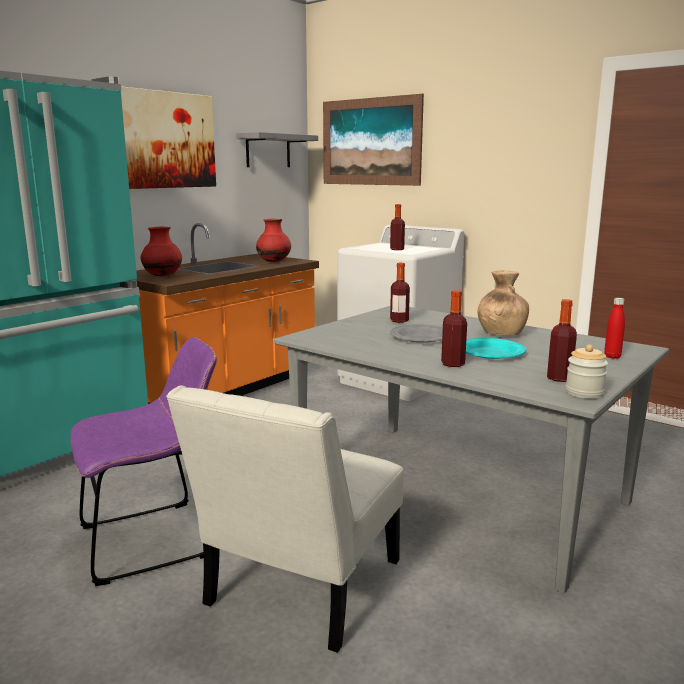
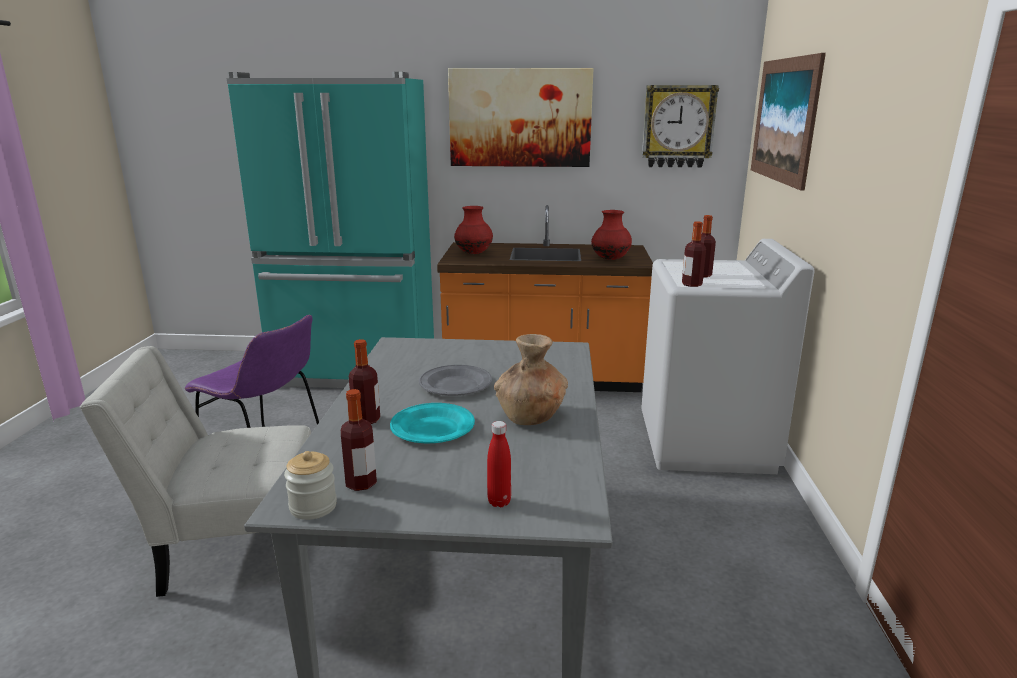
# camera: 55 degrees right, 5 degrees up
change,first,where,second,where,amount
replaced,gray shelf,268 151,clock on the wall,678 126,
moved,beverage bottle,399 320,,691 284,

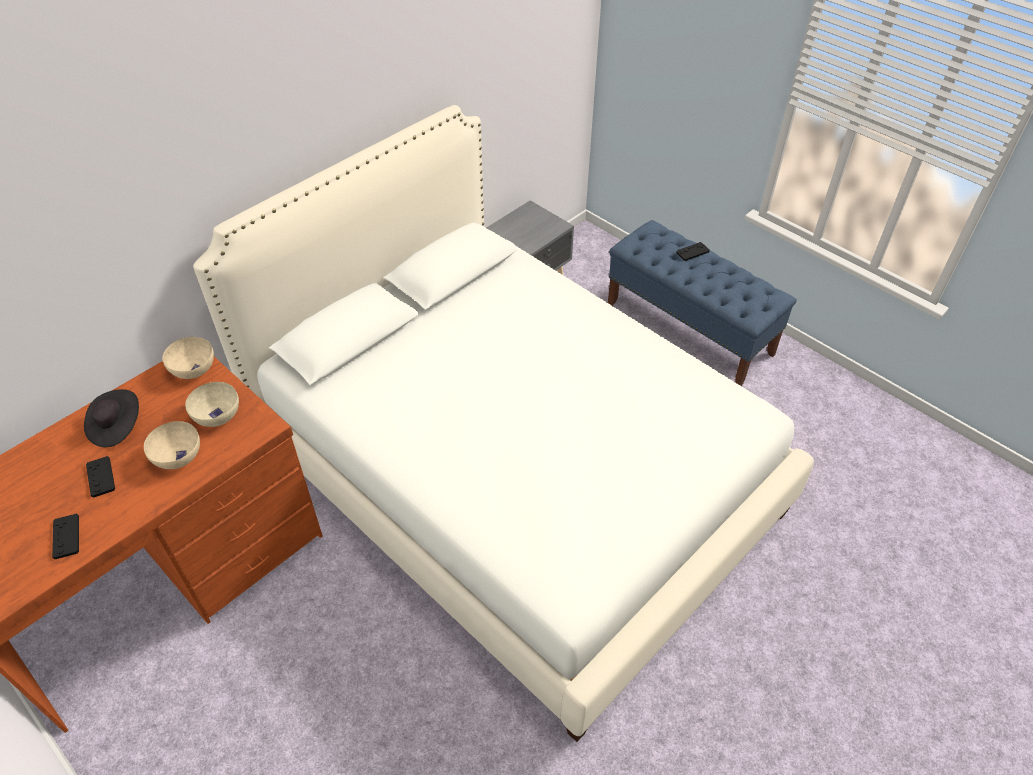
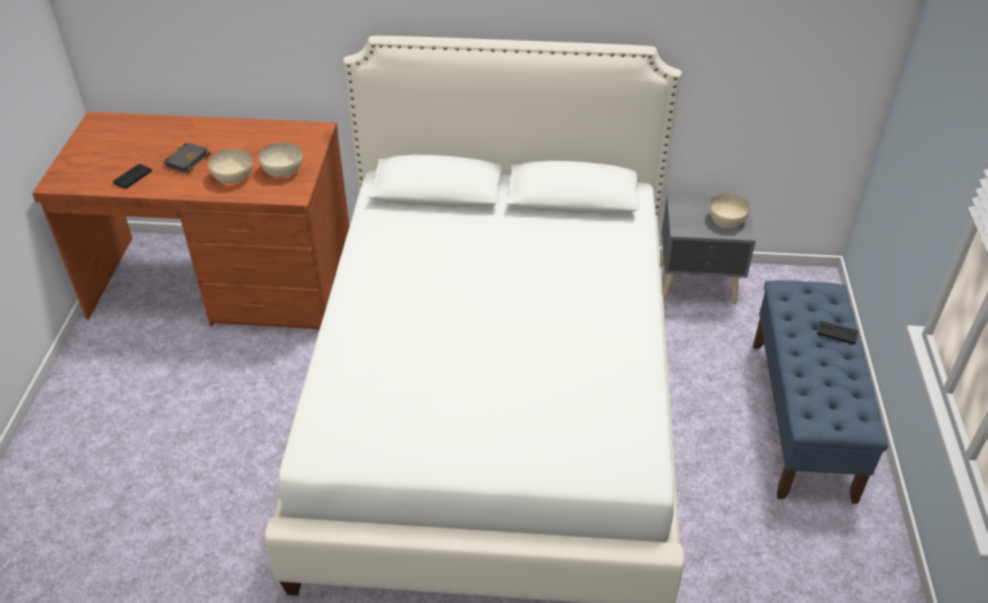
# camera: 50 degrees right, 5 degrees down
change,first,where,second,where,amount
moved,beige-coloured serving bowl,193 368,,727 220,
removed,black hat,116 427,,,
replaced,black joypad,101 477,black bound book,187 160,

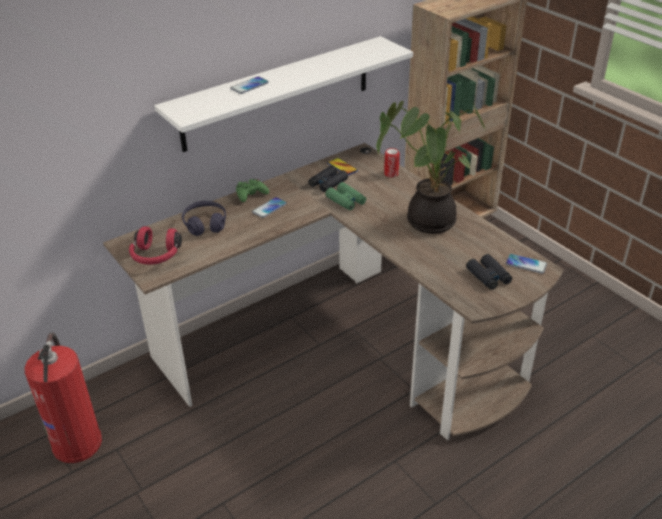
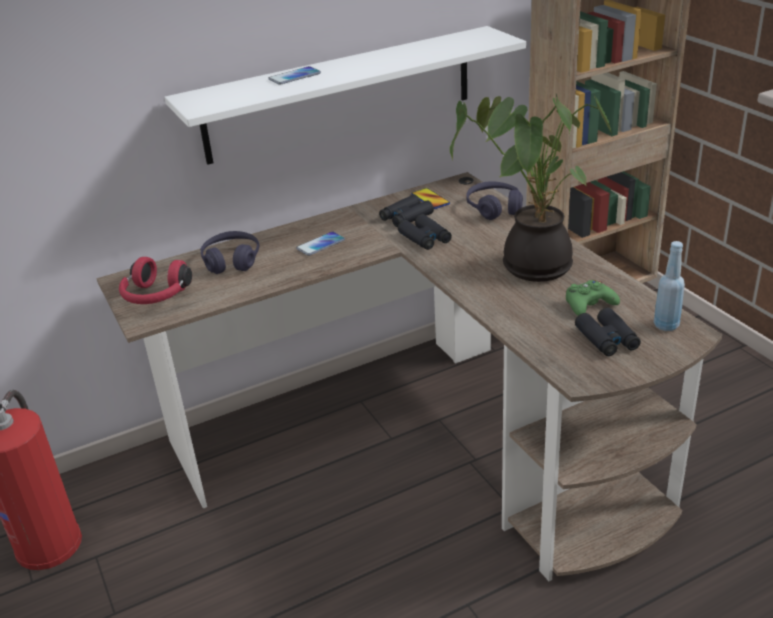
# camera: 10 degrees right, 5 degrees down
change,first,where,second,where,amount
replaced,sealed can,391 174,purplish headset,494 208,
moved,green-coloured joypad,251 194,,589 304,
recoloured,green-coloured binoculars,346 201,black binoculars,425 238,
replaced,phone,526 264,blue beverage bottle,666 325,

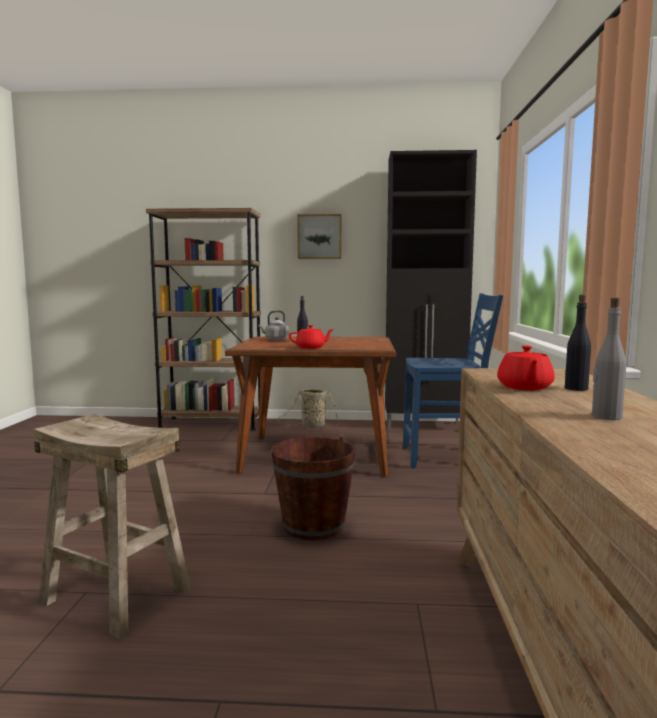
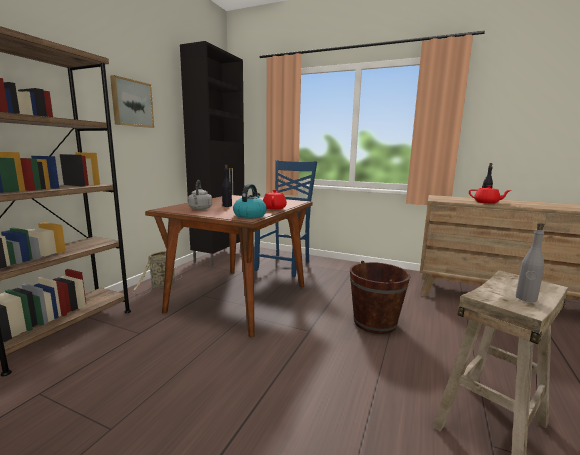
# camera: 70 degrees left, 5 degrees up
change,first,where,second,where,amount
moved,gray beverage bottle,606 417,,526 298,
added,,,tea kettle,250 215,

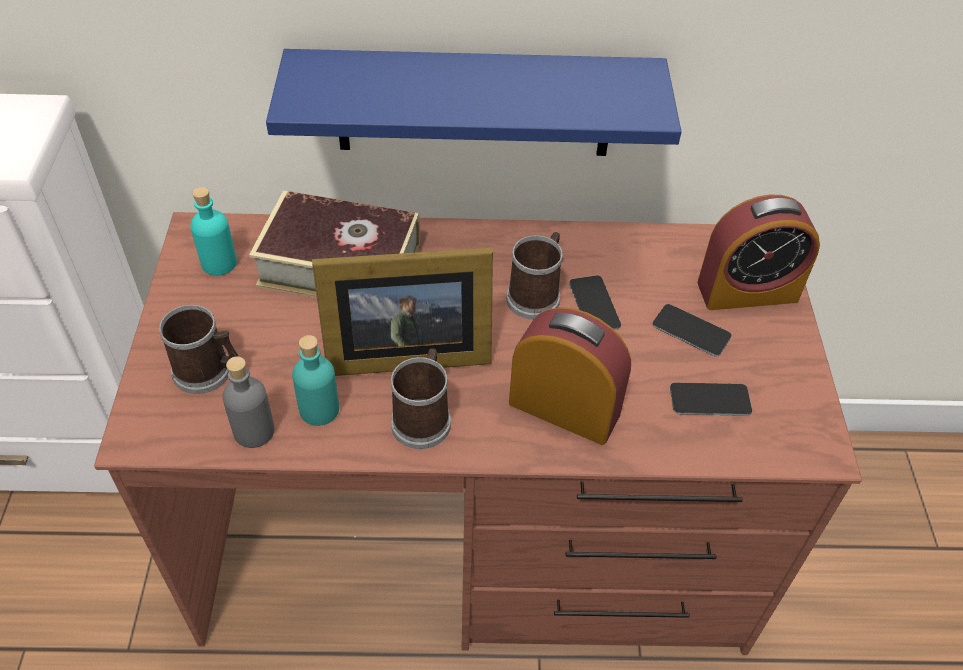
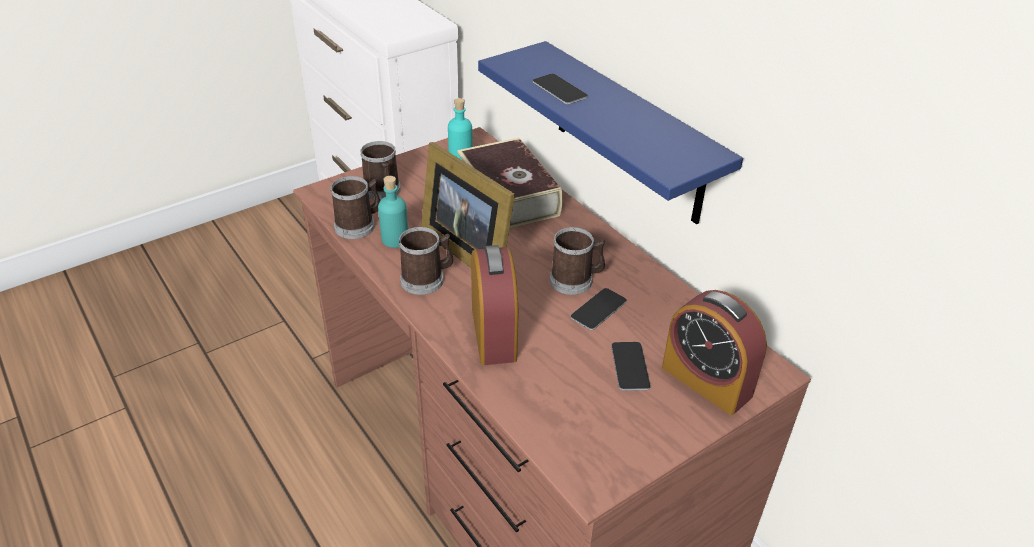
# camera: 55 degrees right, 10 degrees down
change,first,where,second,where,amount
replaced,gray beverage bottle,254 431,coffee mug,359 225,
moved,phone,710 400,,559 89,

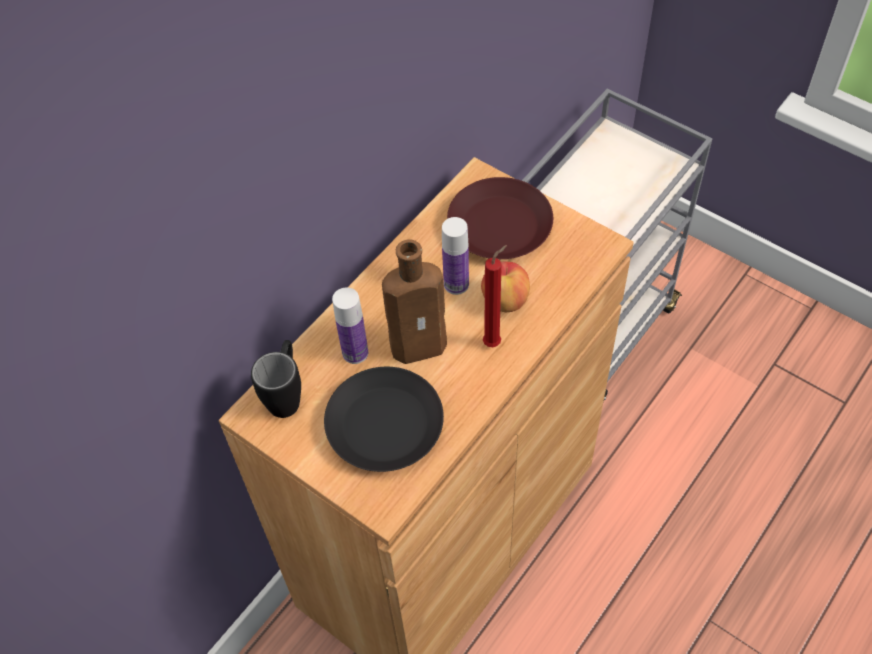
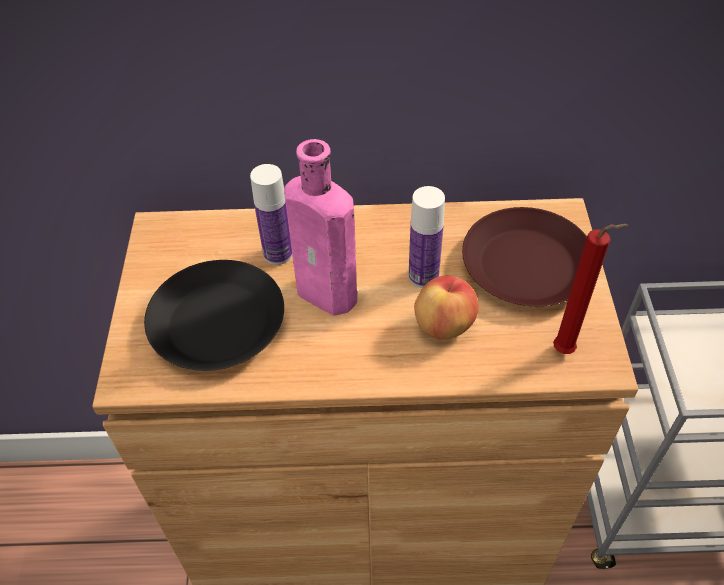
# camera: 50 degrees right, 5 degrees down
change,first,where,second,where,amount
recoloured,brown-coloured beverage bottle,422 345,pink-coloured beverage bottle,330 295,
moved,reddish candle,494 342,,567 351,
removed,black coffee mug,287 394,,,

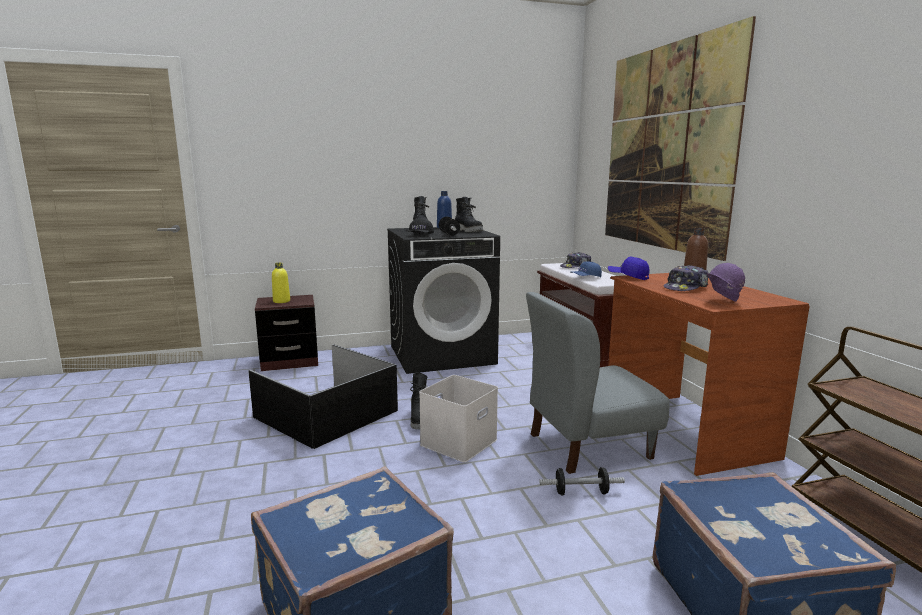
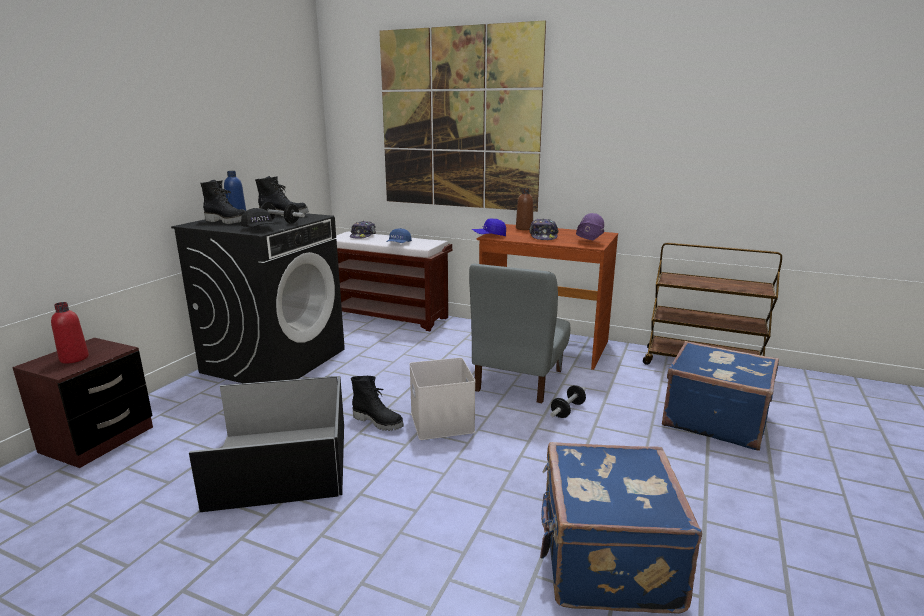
# camera: 50 degrees left, 5 degrees up
change,first,where,second,where,amount
recoloured,yellowish beverage bottle,281 301,reddish beverage bottle,74 358,

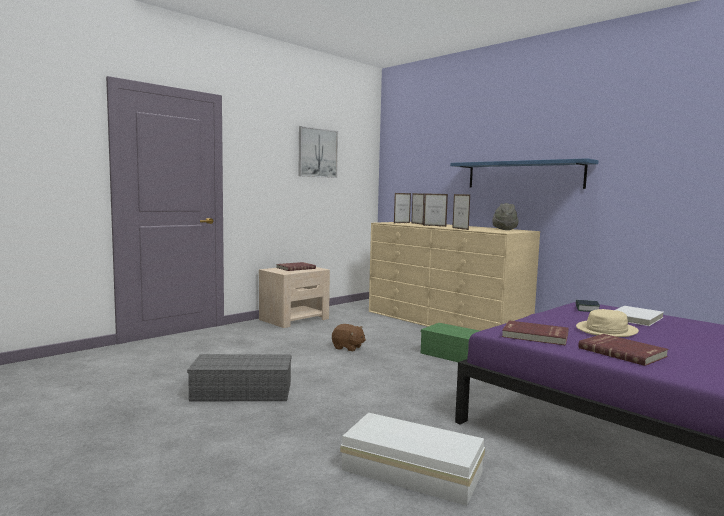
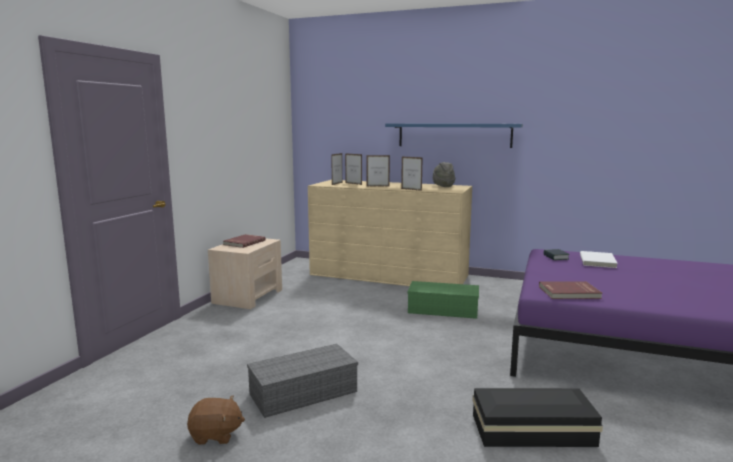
# camera: 25 degrees left, 5 degrees up
change,first,where,second,where,amount
removed,picture,317 153,,,
removed,beige-coloured hat,606 330,,,
moved,brown-coloured soft toy,348 348,,216 435,
removed,reddish bound book,622 352,,,
recoloured,white-coloured storage box,413 472,black storage box,535 431,

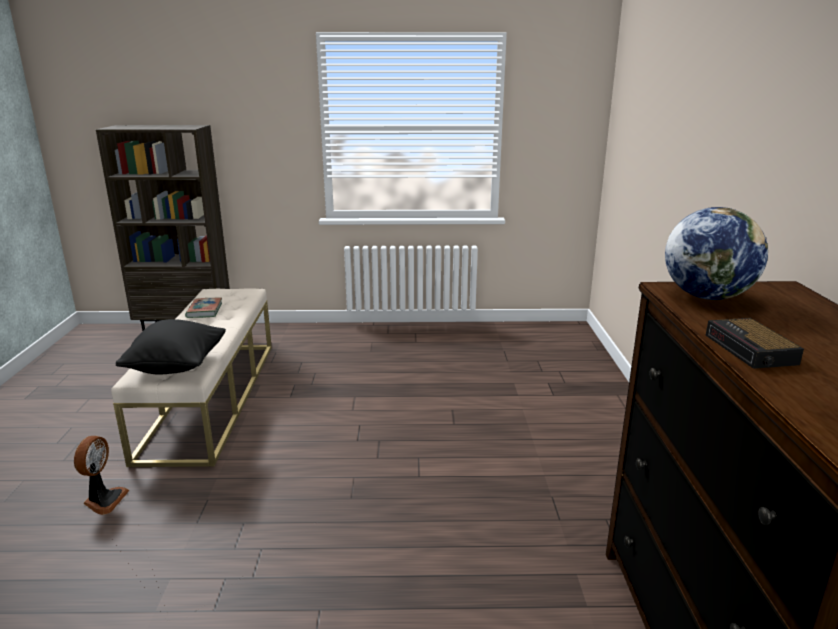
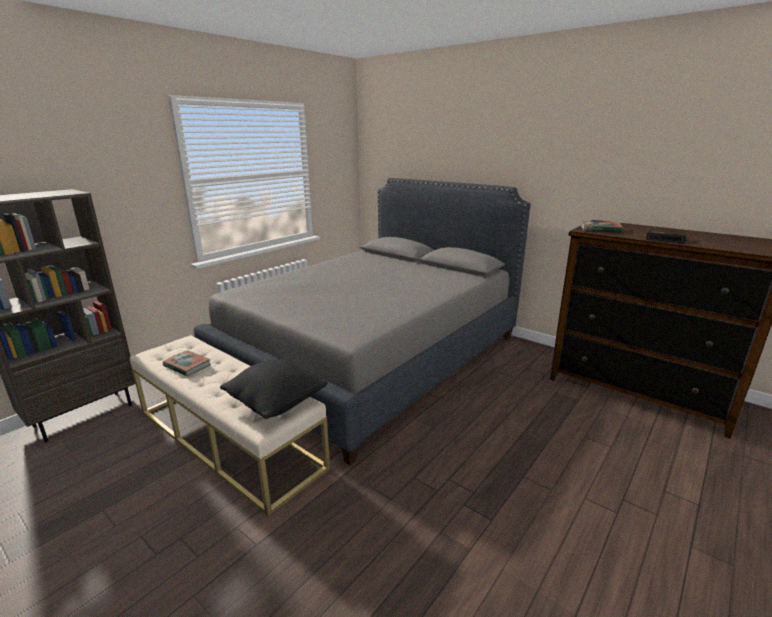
# camera: 50 degrees left, 0 degrees up
change,first,where,second,where,amount
replaced,globe,707 296,bound book,600 229,
removed,cooling fan,104 500,,,
added,,,gray bedroom bed,373 356,

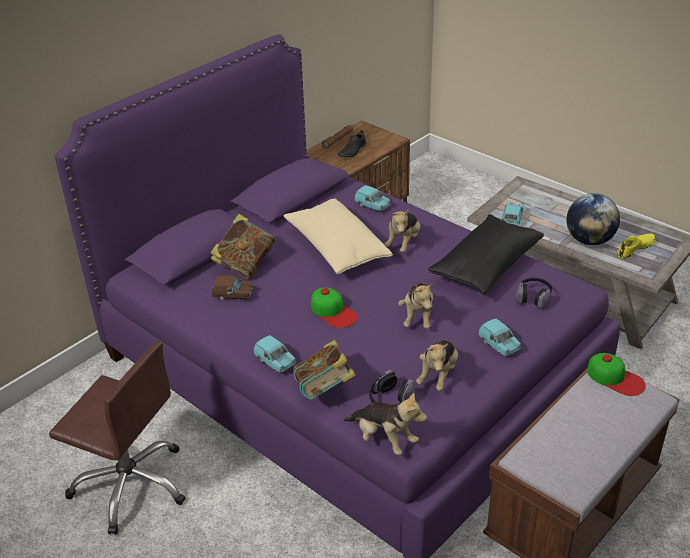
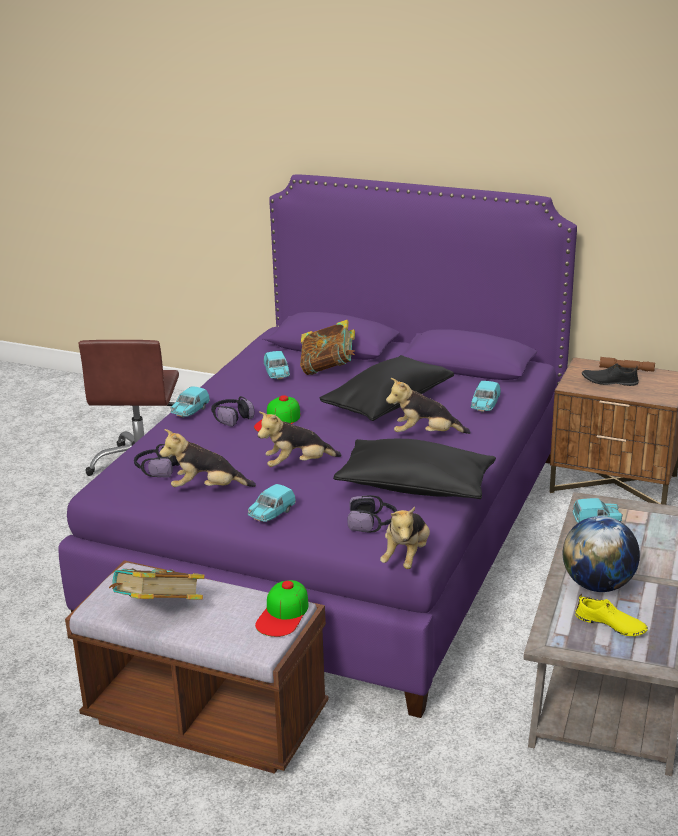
# camera: 70 degrees right, 10 degrees down
change,first,where,second,where,amount
recoloured,beige-coloured pillow,336 248,black pillow,388 404,
recoloured,brown-coloured model car,233 295,blue-green model car,277 374,
moved,bound book,324 390,,159 610,
moved,soft toy,384 439,,406 556,
added,,,headset,231 417,

